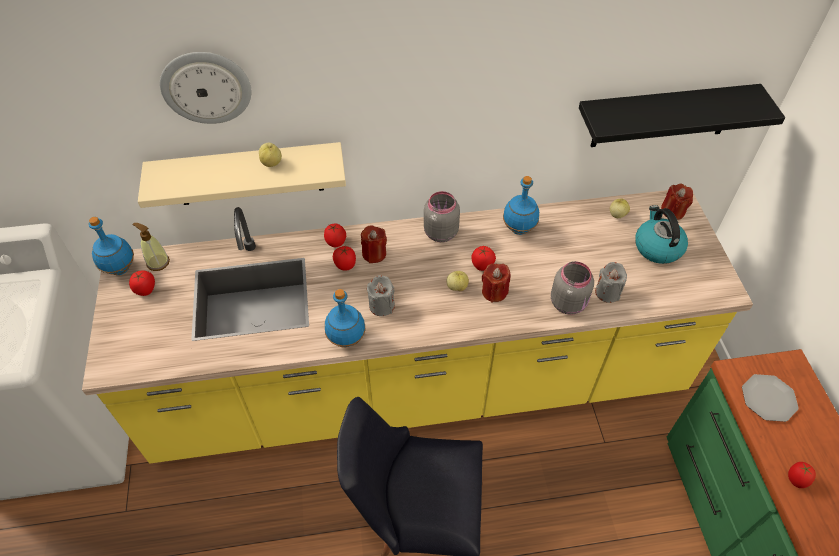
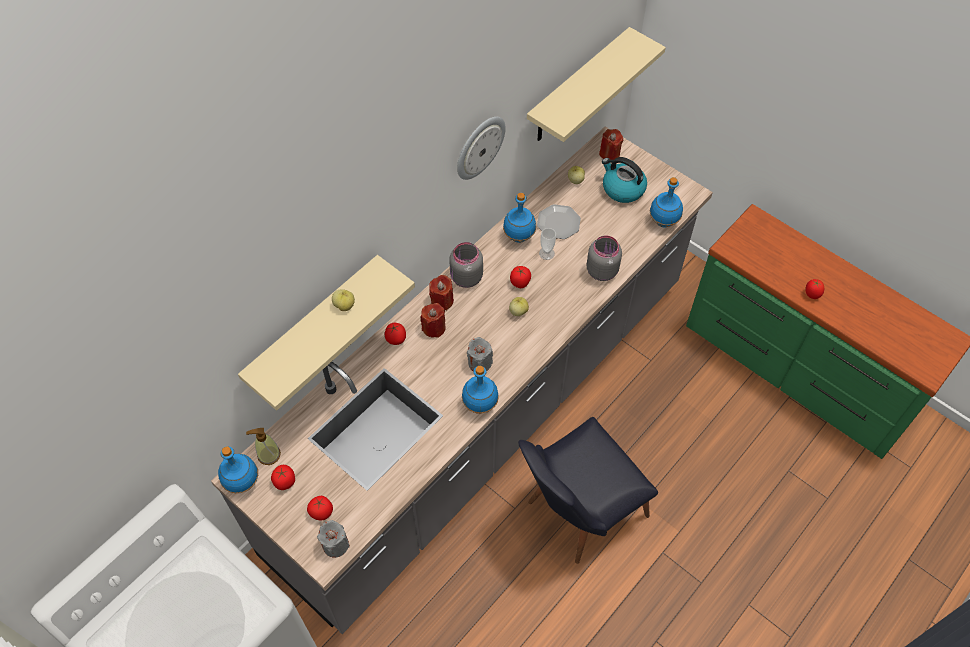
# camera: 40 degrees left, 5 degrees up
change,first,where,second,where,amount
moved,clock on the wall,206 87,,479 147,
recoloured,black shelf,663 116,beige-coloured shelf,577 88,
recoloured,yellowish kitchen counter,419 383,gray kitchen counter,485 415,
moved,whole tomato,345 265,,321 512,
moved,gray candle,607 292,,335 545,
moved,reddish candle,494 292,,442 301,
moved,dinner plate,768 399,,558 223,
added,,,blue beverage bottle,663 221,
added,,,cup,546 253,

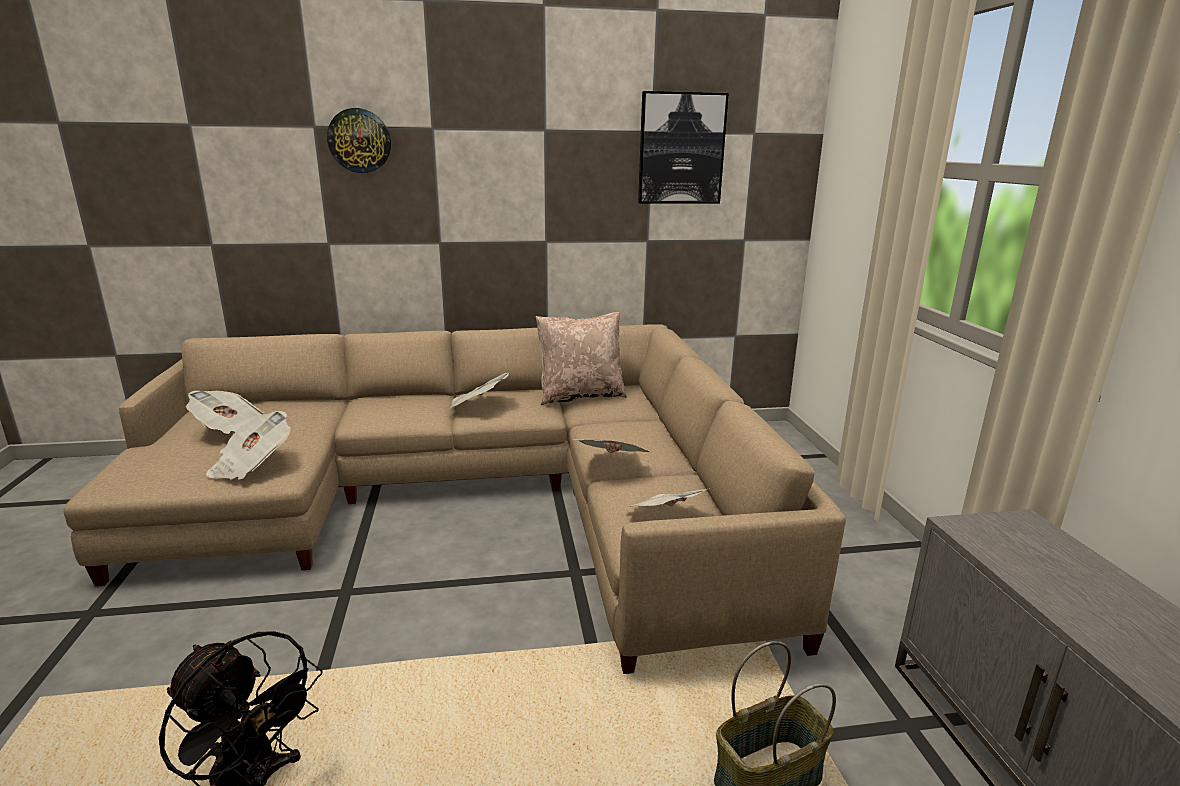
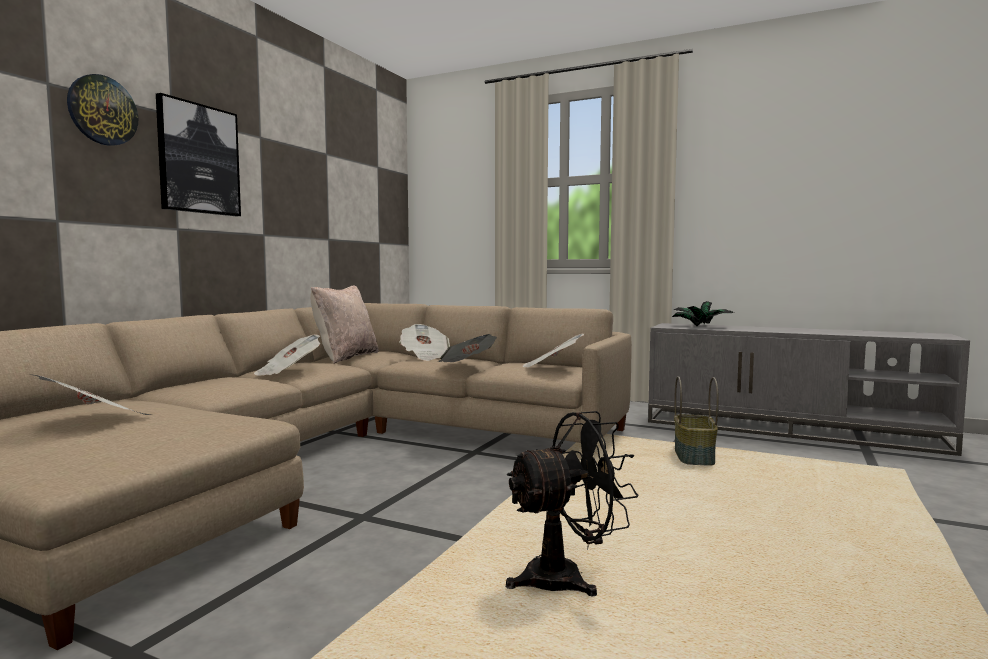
# camera: 55 degrees left, 15 degrees down
change,first,where,second,where,amount
moved,picture,681 149,,198 159,
moved,newspaper,252 465,,425 356,
added,,,houseplant,702 326,

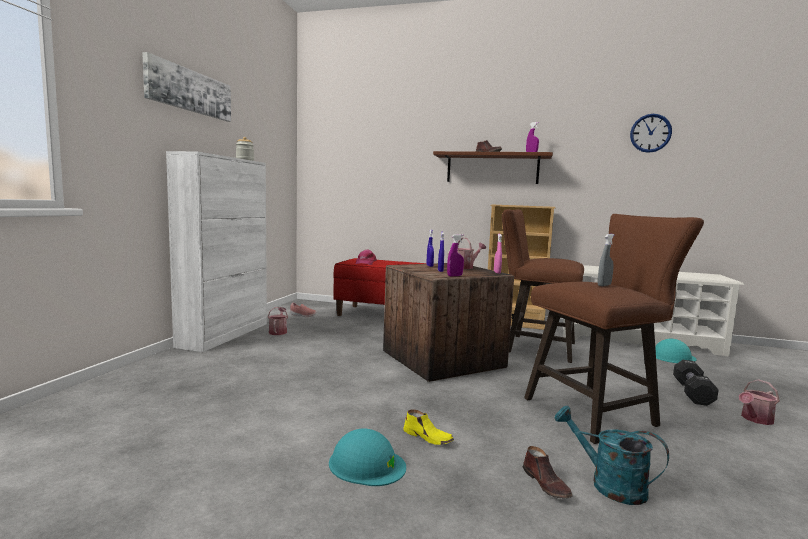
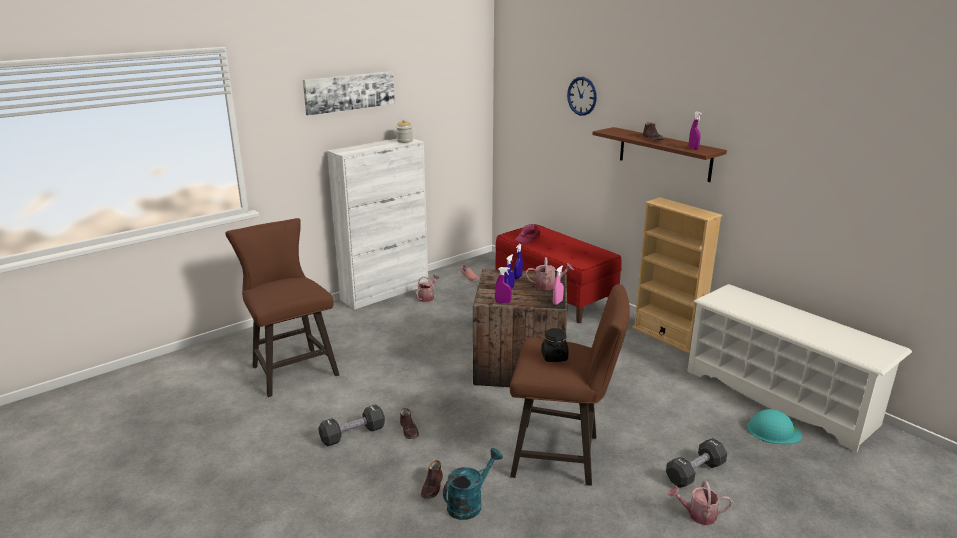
# camera: 35 degrees right, 15 degrees up
change,first,where,second,where,amount
moved,clock on the wall,650 133,,582 96,
moved,brown-coloured stool,535 347,,291 368,
replaced,gray sprayer,604 285,black preserve jar,554 357,
turned,blue-green watering can,608 484,,469 503,60 degrees clockwise
recoloured,yellowish item of footwear,428 437,brown-coloured item of footwear,409 430,
replaced,blue-green hard hat,366 464,black dumbbell,353 434,

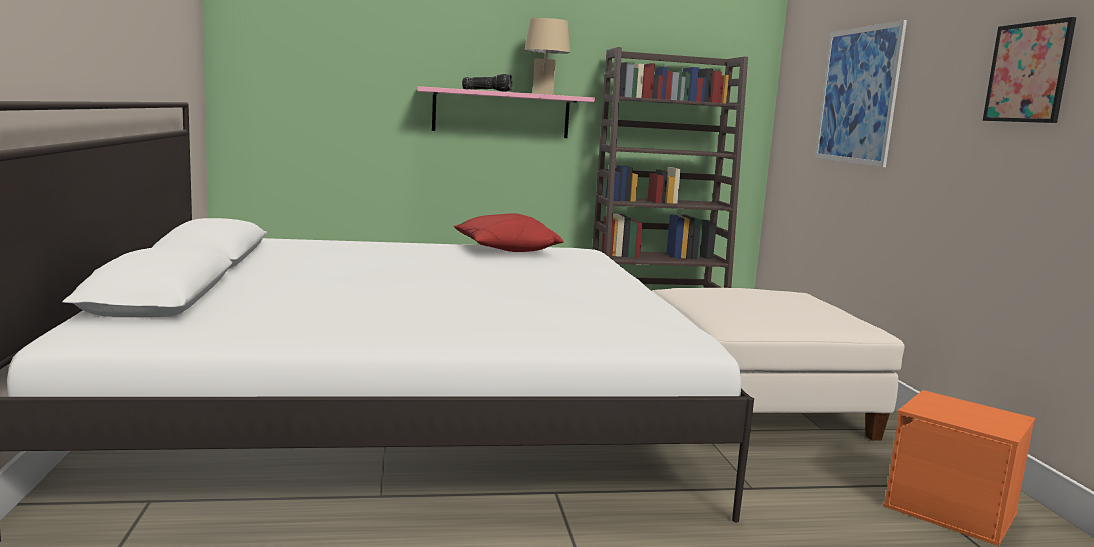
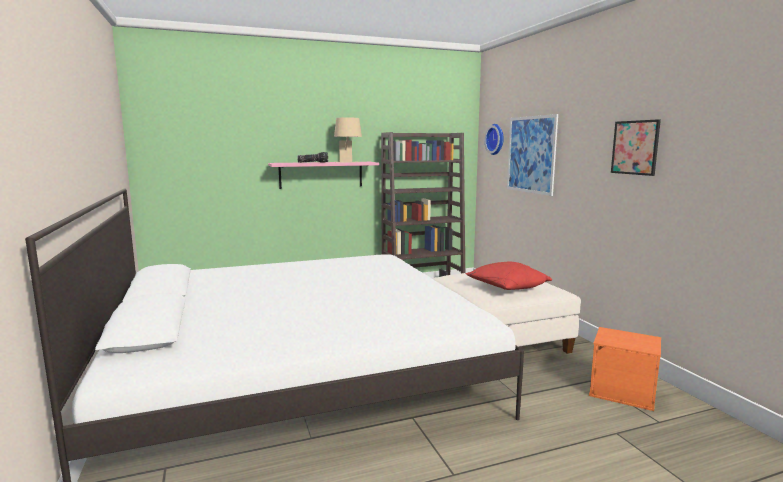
# camera: 10 degrees left, 0 degrees up
change,first,where,second,where,amount
moved,reddish pillow,505 250,,507 288,
added,,,clock on the wall,496 139,

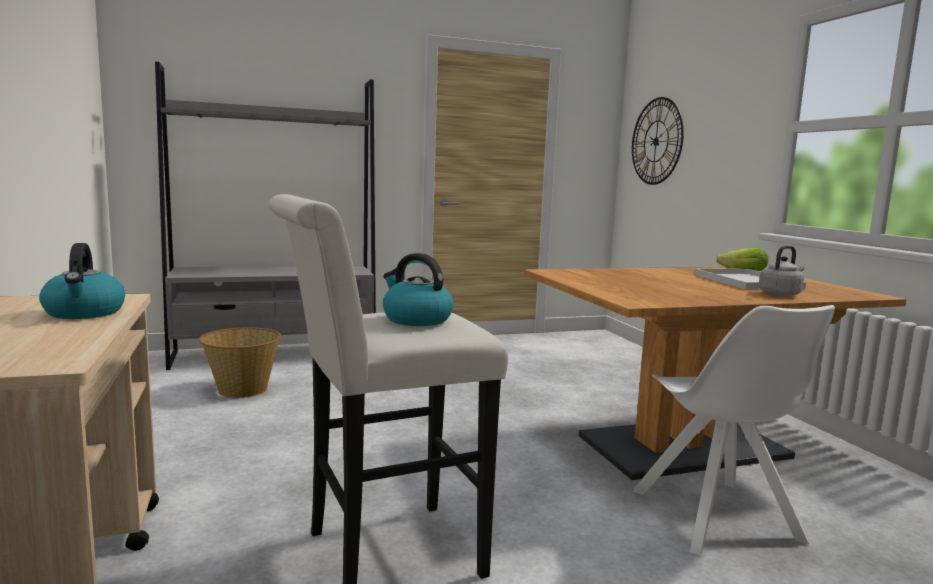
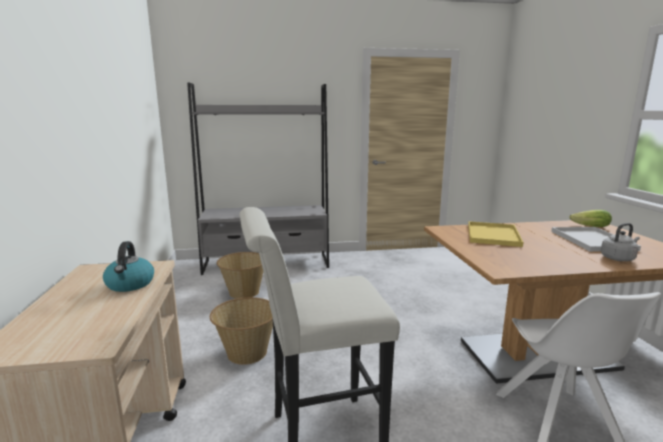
# camera: 10 degrees right, 5 degrees up
change,first,where,second,where,amount
removed,clock on the wall,656 141,,,
removed,tea kettle,416 319,,,
added,,,yellowish tray,494 235,
added,,,storage basket,246 353,

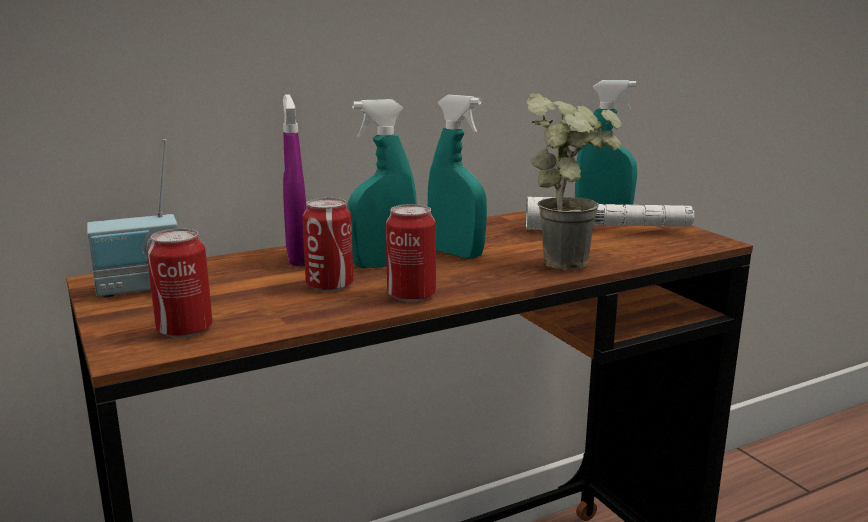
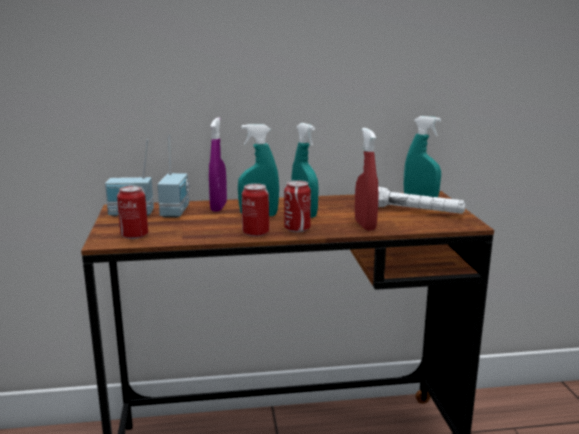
# camera: 20 degrees right, 0 degrees up
change,first,where,second,where,amount
replaced,houseplant,570 260,reddish sprayer,365 225,
moved,sealed can,329 286,,297 229,
added,,,radio,176 211,

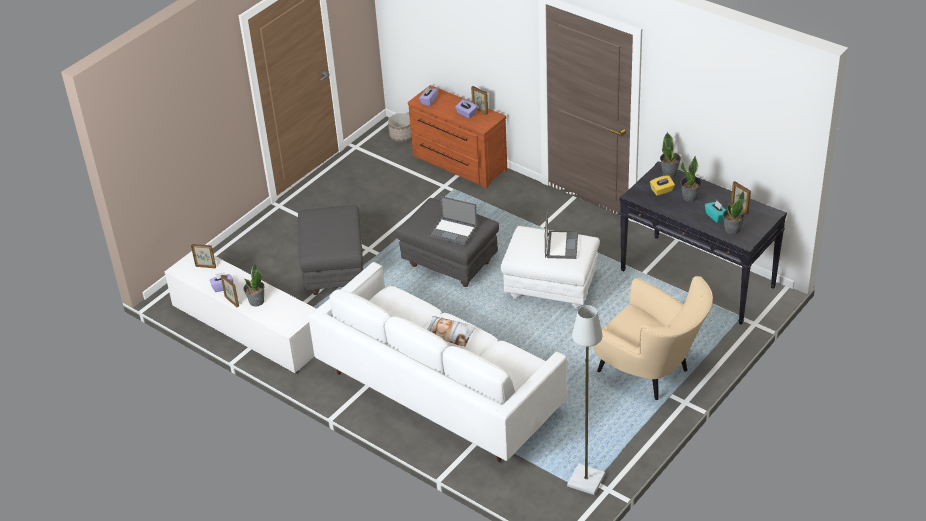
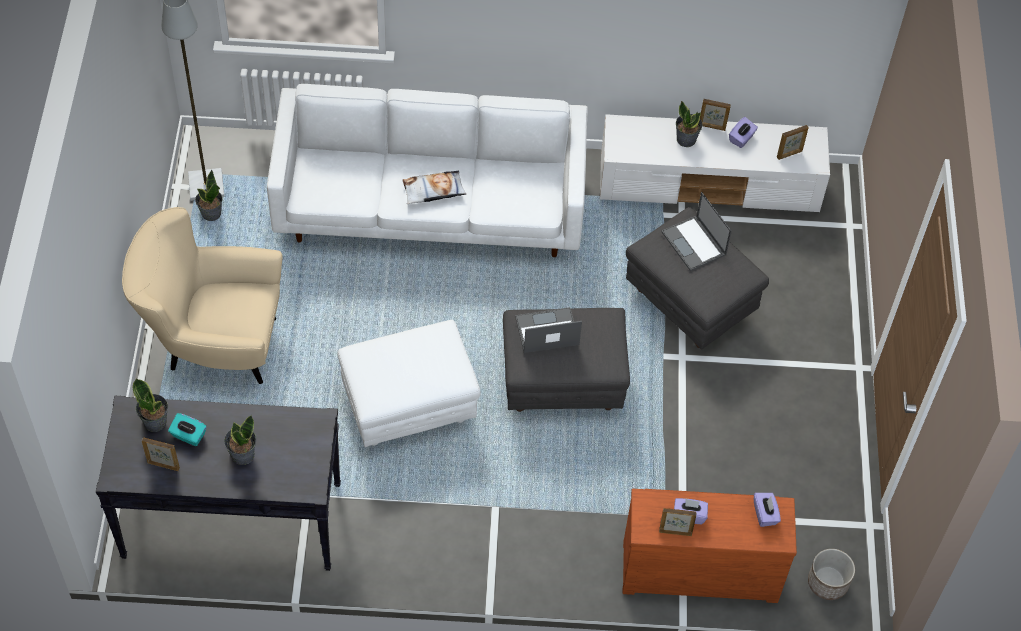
# camera: 140 degrees right, 15 degrees up
change,first,where,second,where,amount
moved,houseplant,669 172,,211 214,
removed,yellowish tissue holder,662 191,,,
moved,notebook computer,561 245,,694 244,

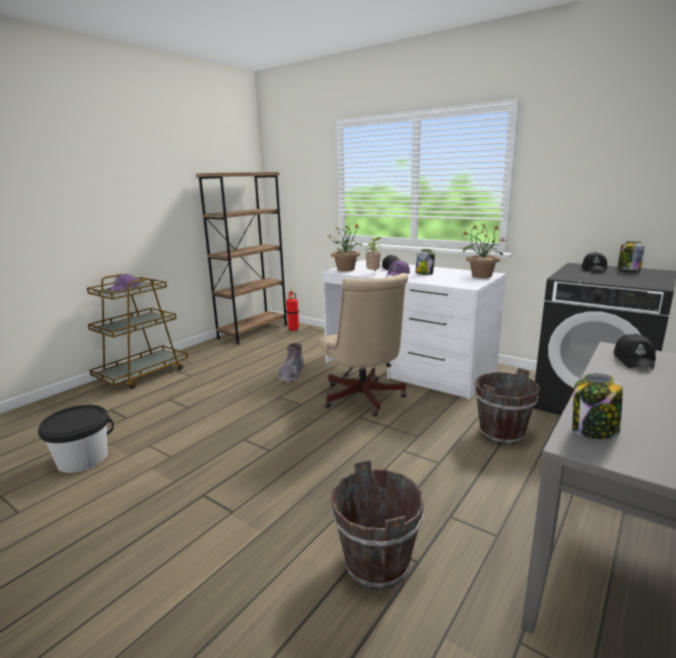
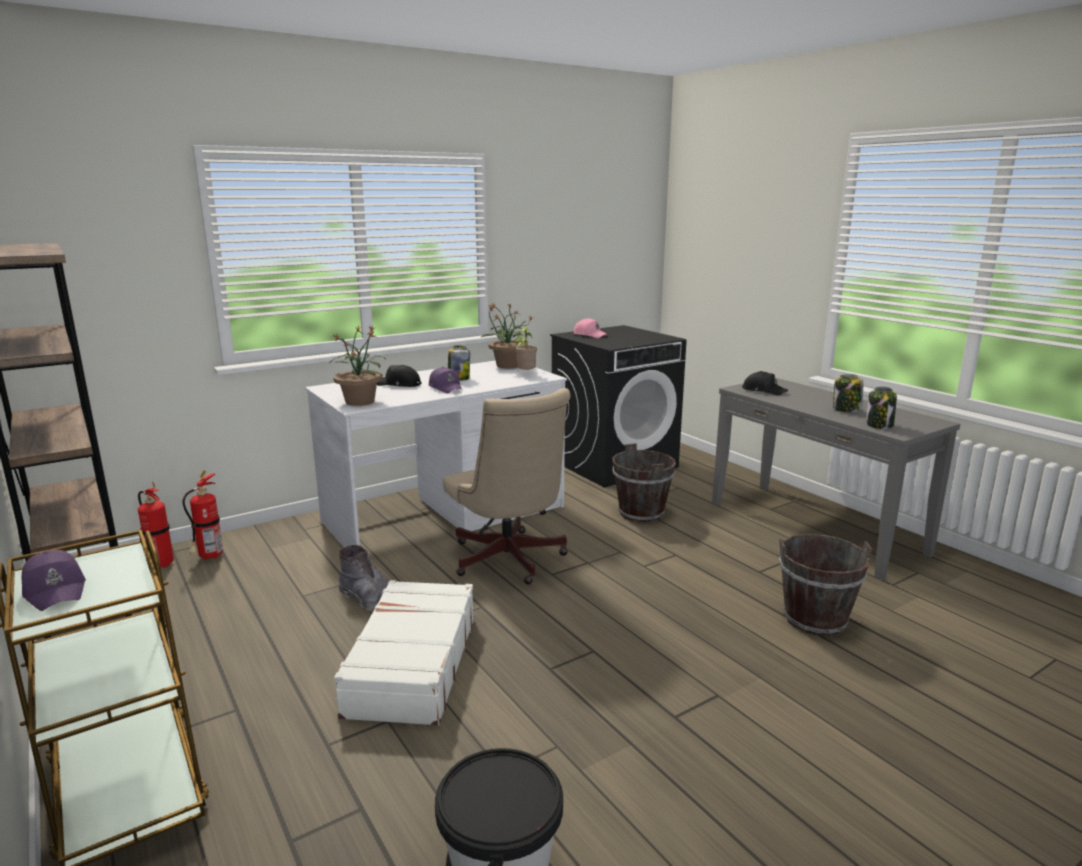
# camera: 70 degrees left, 0 degrees up
change,first,where,second,where,amount
moved,houseplant,373 273,,525 374,
moved,preserve jar,628 269,,846 410,
recoloured,black peaked cap,594 269,pink-coloured peaked cap,590 335,
turned,beige-coloured desk chair,363 399,,509 561,60 degrees clockwise
added,,,fire extinguisher,209 557,
added,,,white-coloured piece of luggage,411 665,

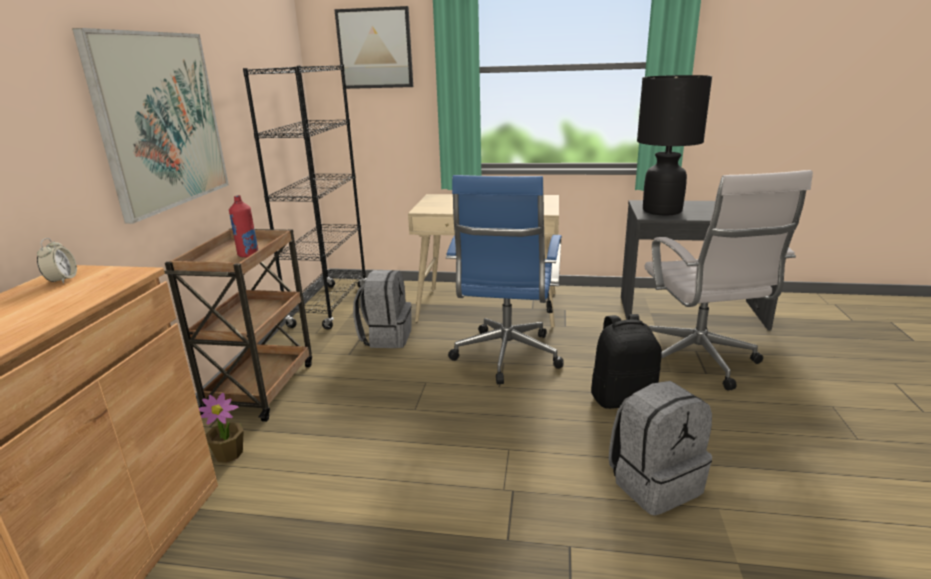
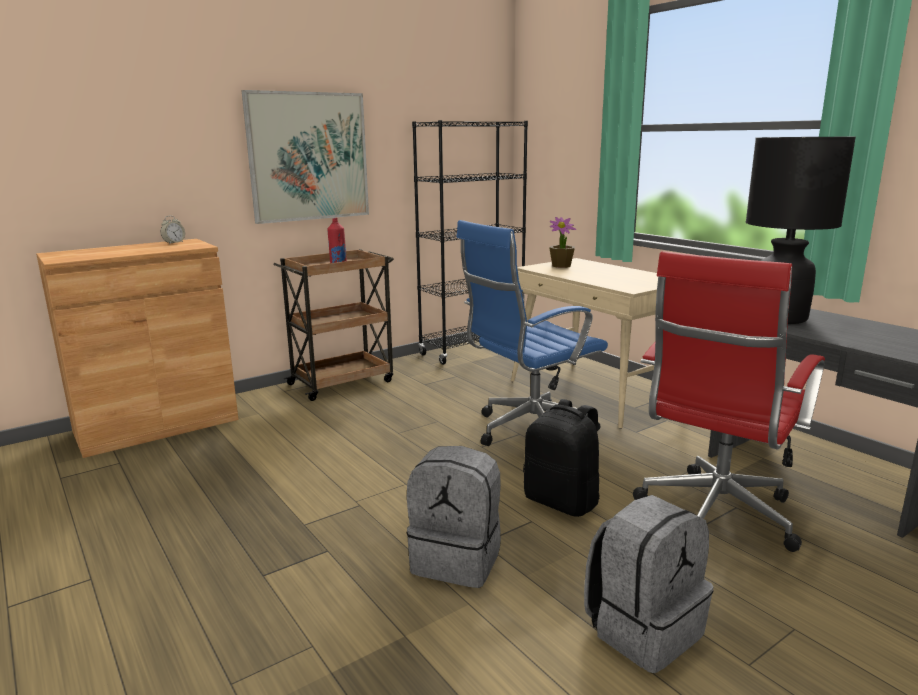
# camera: 45 degrees right, 5 degrees down
change,first,where,second,where,amount
removed,picture,375 48,,,
recoloured,white-coloured desk chair,699 362,reddish desk chair,714 517,
moved,gray rucksack,386 337,,643 629,
moved,houseplant,229 454,,561 266,

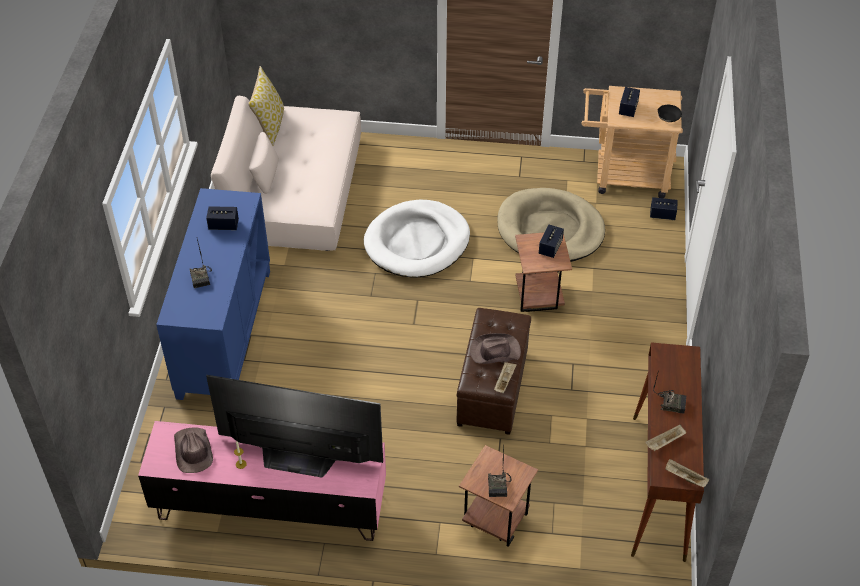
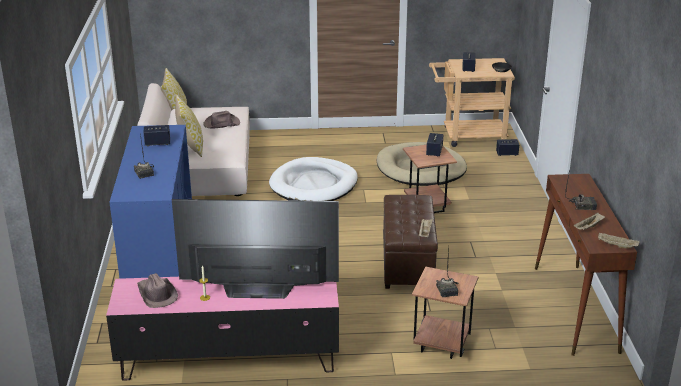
# camera: 10 degrees left, 20 degrees down
change,first,where,second,where,amount
moved,brown-coloured hat,494 351,,221 123,
added,,,pillow,190 146,

